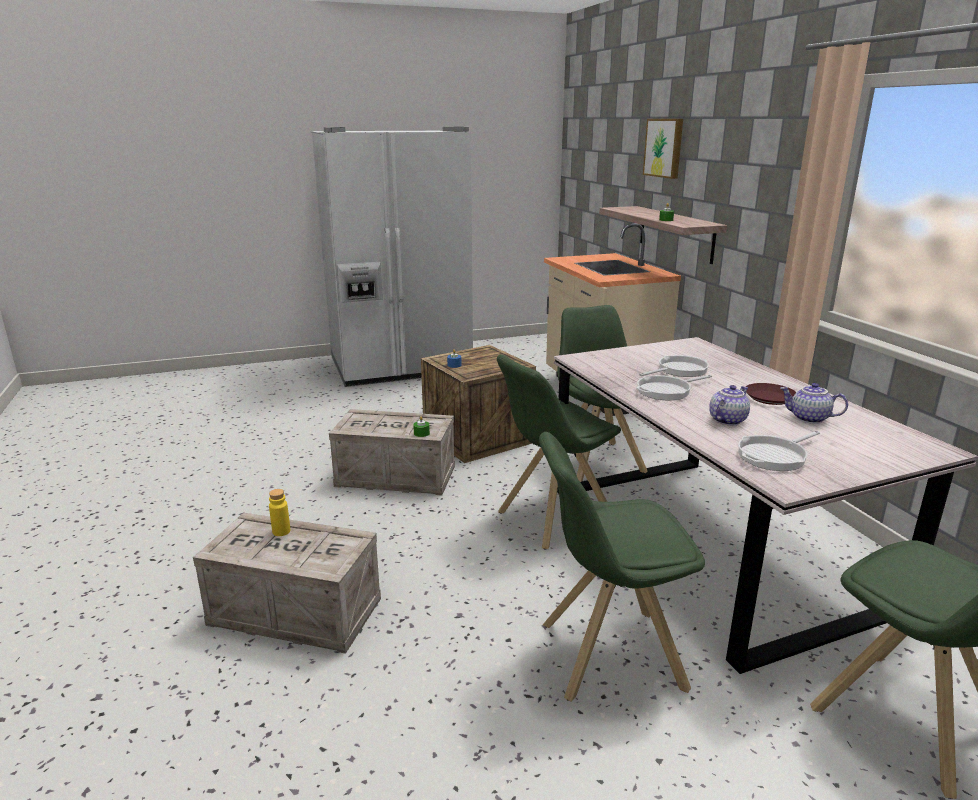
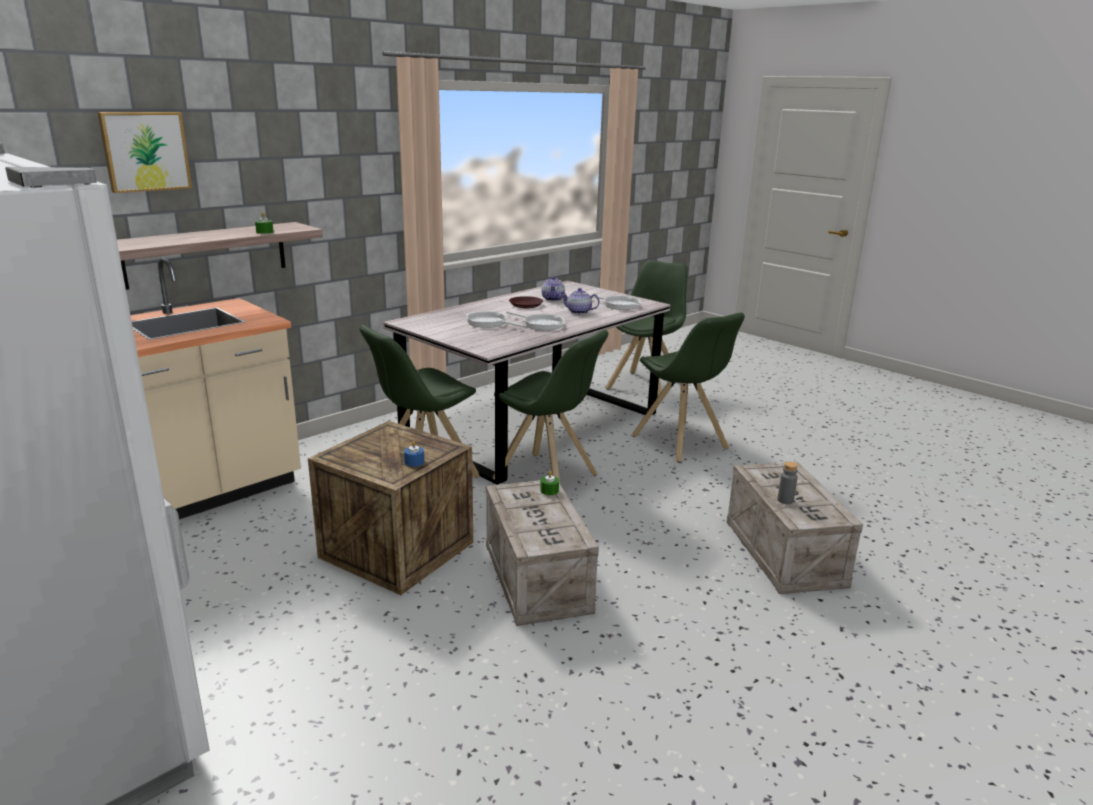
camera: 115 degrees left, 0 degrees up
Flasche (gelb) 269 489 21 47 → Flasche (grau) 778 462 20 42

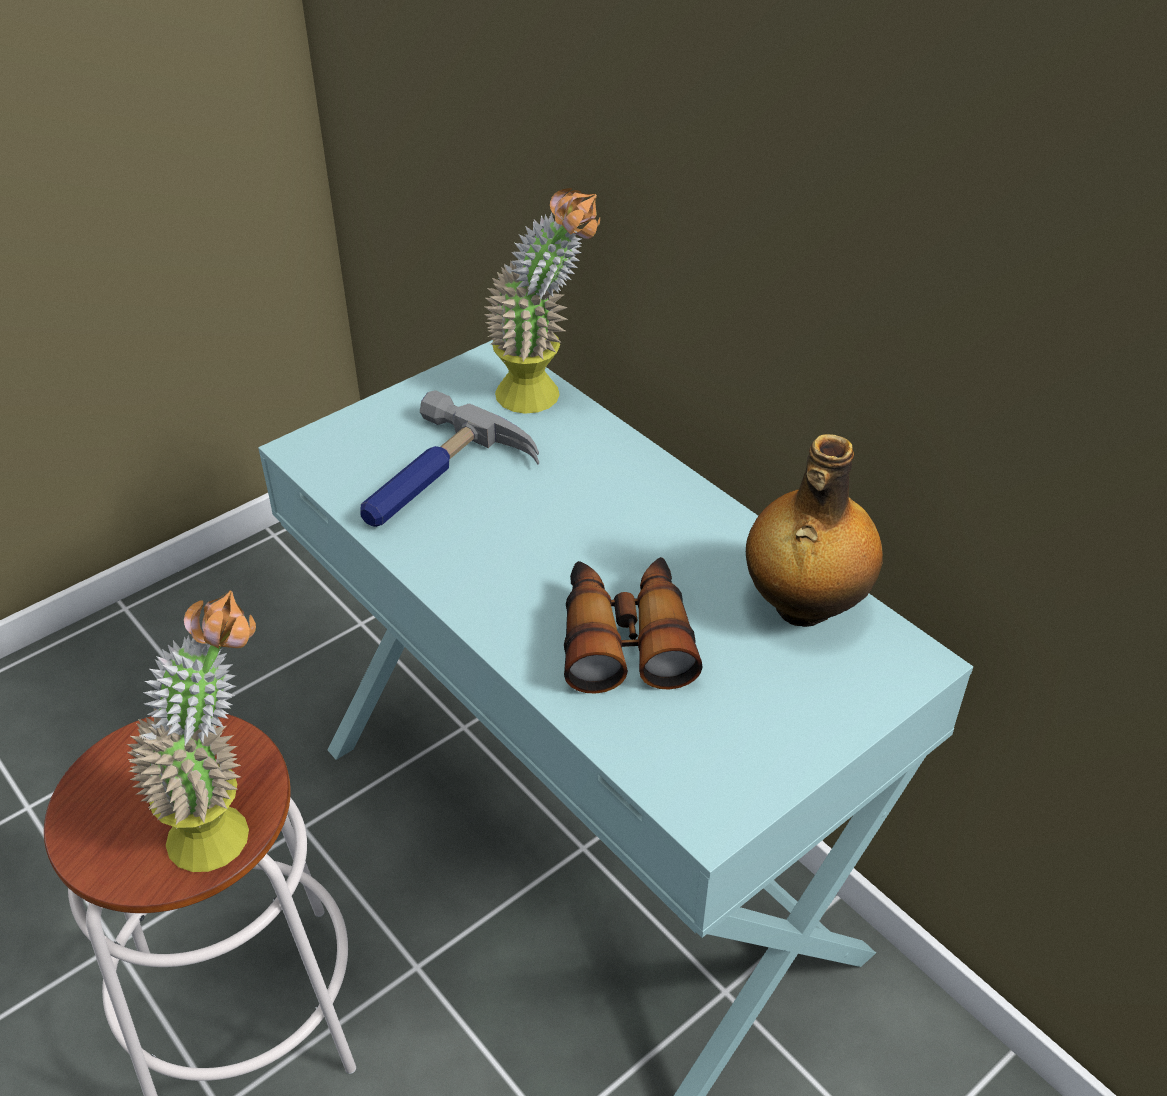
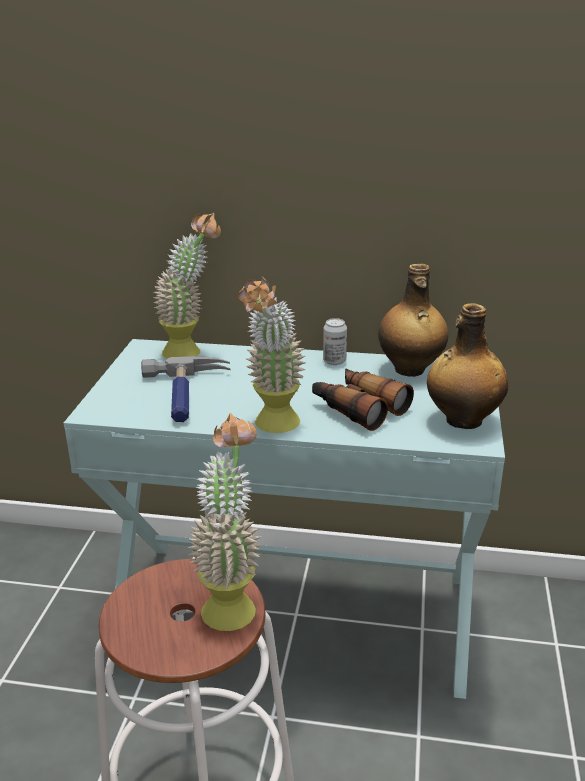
camera: 40 degrees left, 15 degrees down
- → Topfpflanze 237 277 69 156
- → Dose 323 318 24 47
- → Flasche 427 303 82 126

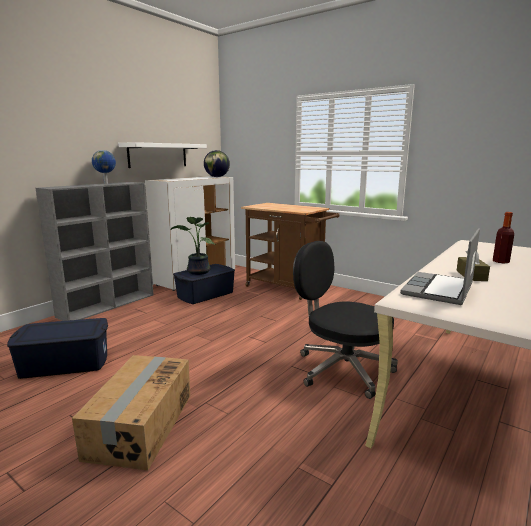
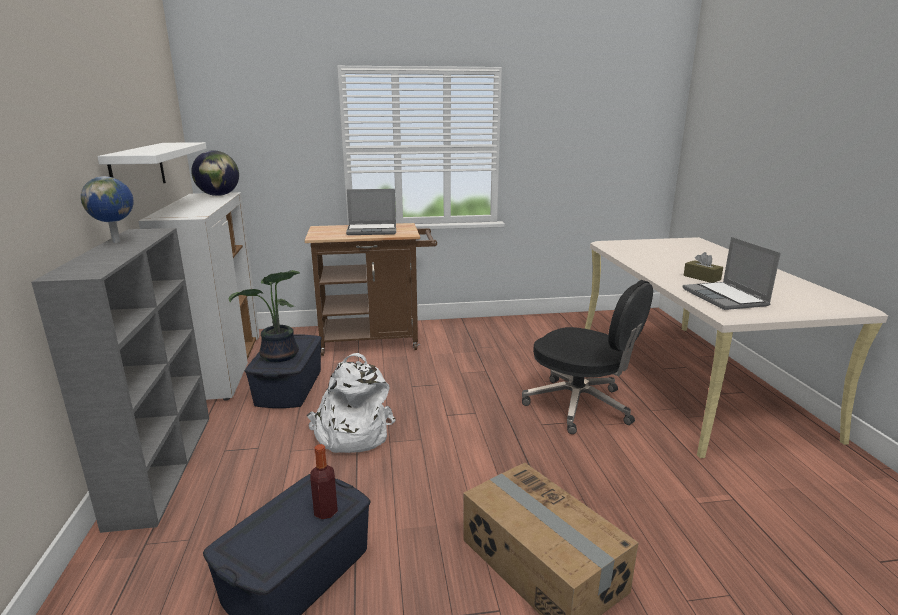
camera: 45 degrees left, 5 degrees up
- → Rucksack (weiß) 307 353 89 100
Flasche 493 212 21 51 → Flasche 310 444 28 75, relocated
- → Laptop 346 189 50 46
Bürostuhl (schwarz) 293 241 105 158 → Bürostuhl (schwarz) 522 280 131 154, 135 degrees counterclockwise

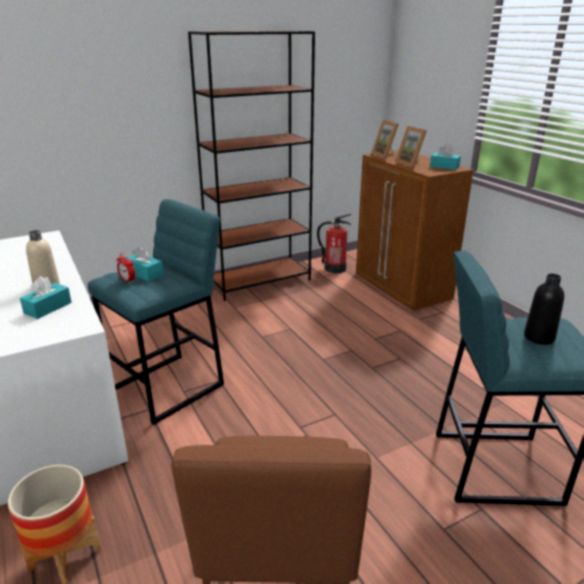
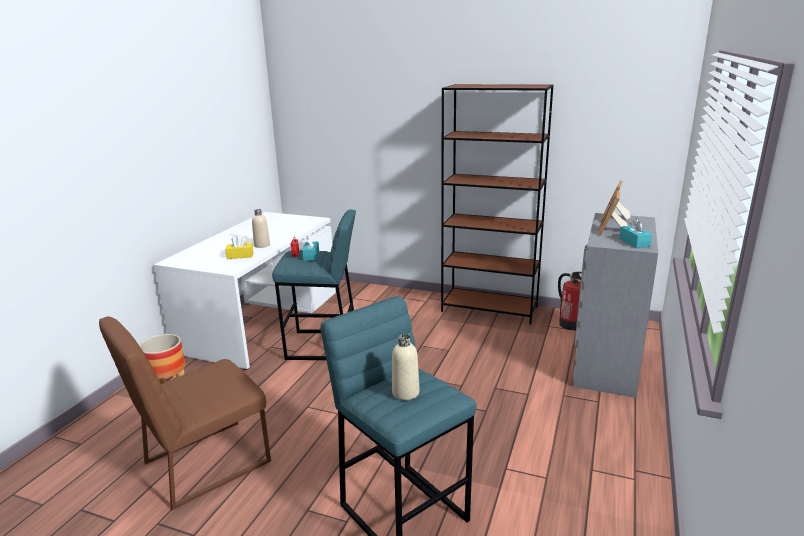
camera: 50 degrees right, 5 degrees down
Taschentuchbox (türkis) 20 276 52 43 → Taschentuchbox (gelb) 225 235 28 24
Flasche (schwarz) 524 273 40 72 → Flasche (beige) 392 334 27 66
Schrank (braun) 356 150 118 160 → Schrank (grau) 573 213 85 185

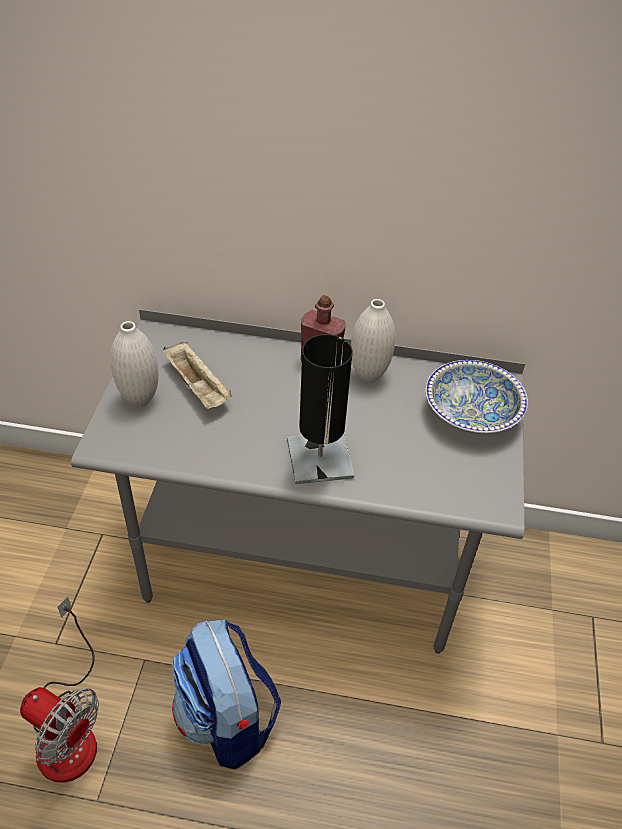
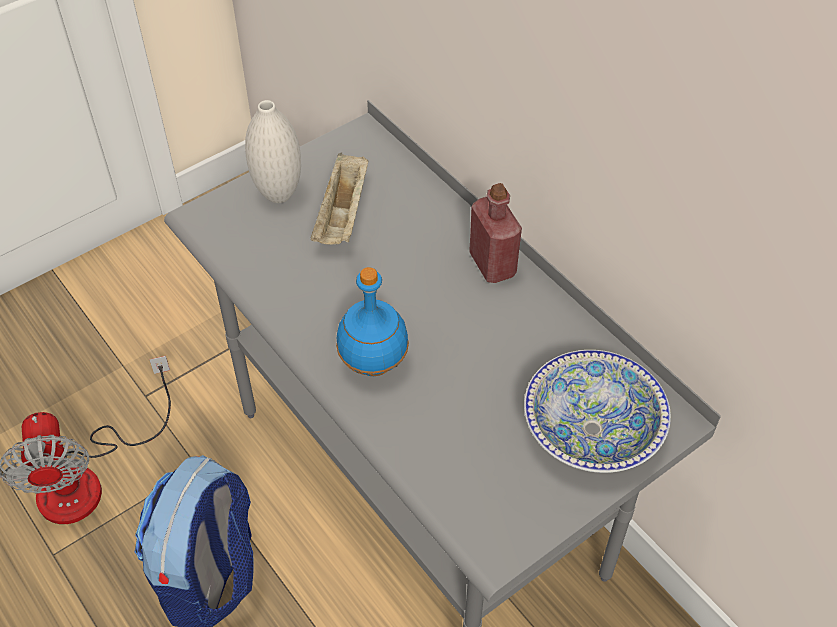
camera: 45 degrees right, 5 degrees up
Tischlampe (schwarz) 287 334 67 150 → Flasche (blau) 336 267 73 109
Vase (weiß) 351 299 44 84 → -

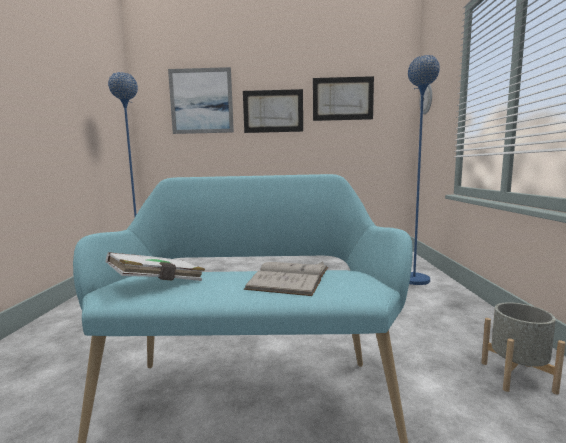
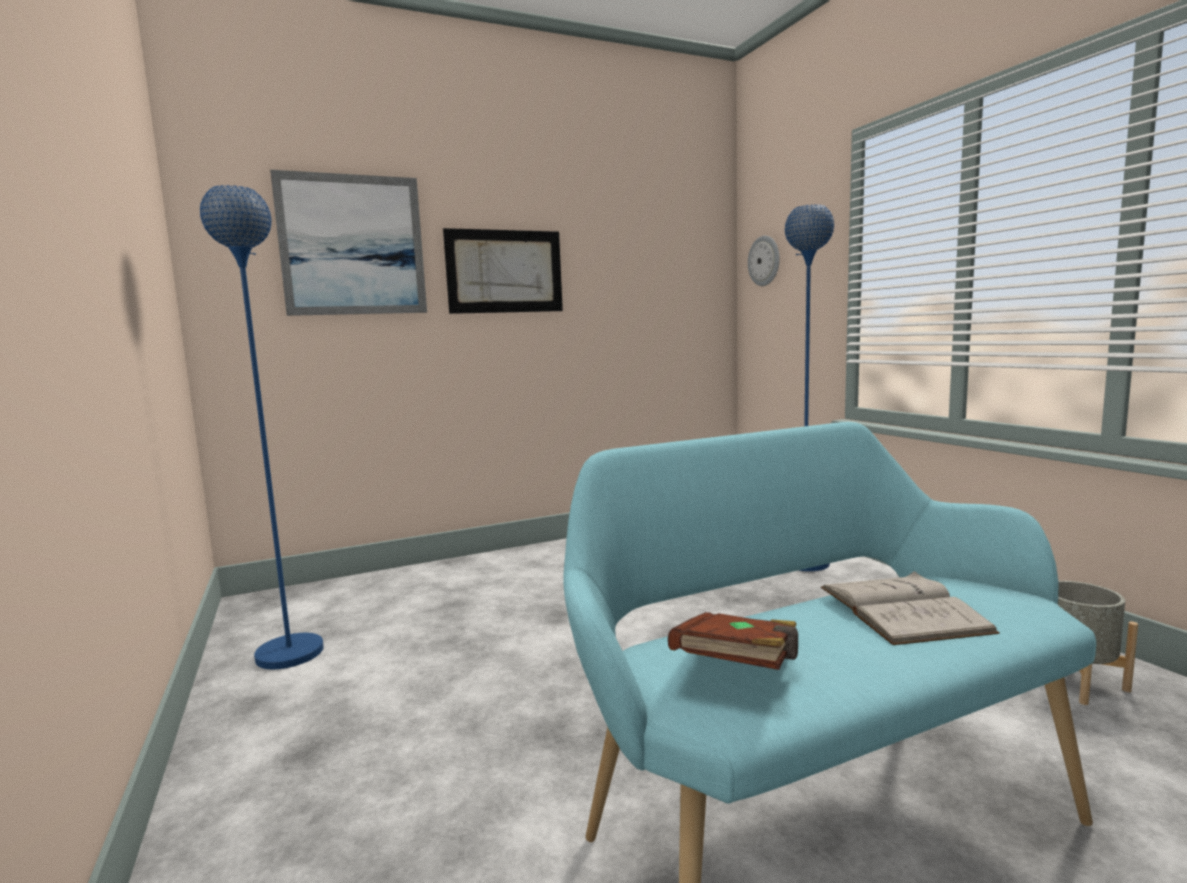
camera: 25 degrees left, 0 degrees up
Buch (weiß) 106 252 99 29 → Buch (braun) 668 612 130 58
Bild 313 76 61 45 → -

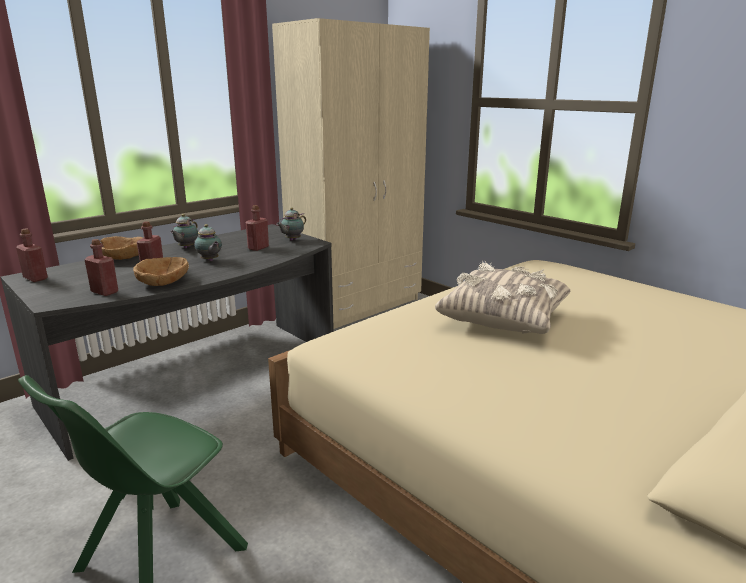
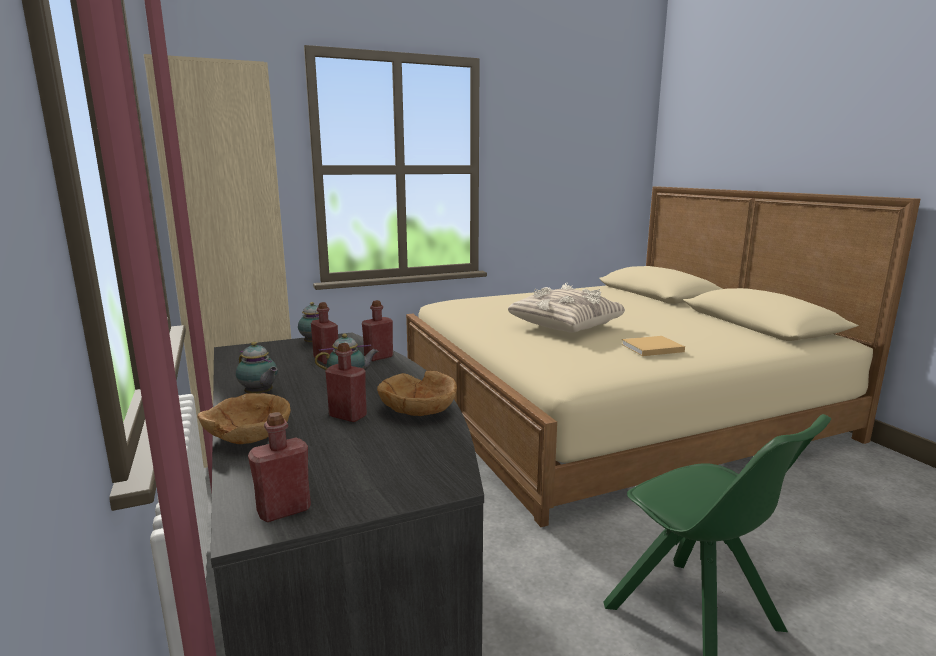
camera: 70 degrees left, 5 degrees down
Flasche (rot) 85 239 33 57 → Flasche (rot) 362 300 31 61, relocated
- → Buch (beige) 621 336 64 20

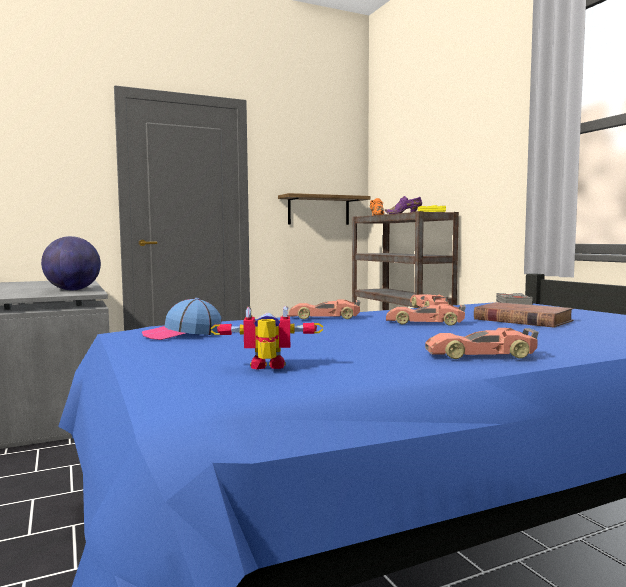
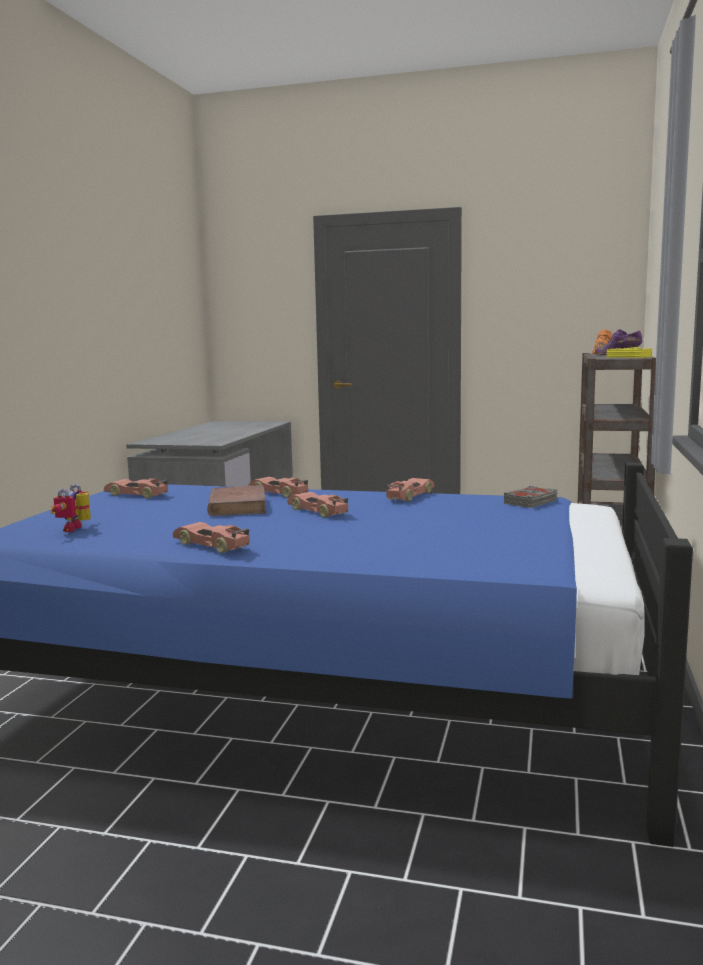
camera: 40 degrees right, 5 degrees up
Spielzeugroboter 210 306 114 63 → Spielzeugroboter 50 484 41 48, 120 degrees counterclockwise
Kappe 142 298 80 42 → Spielzeugauto 104 478 64 20
Buch (braun) 474 302 100 26 → Buch (braun) 207 486 59 30, relocated
Globus 41 236 60 54 → -
Wandregal 278 193 92 32 → -

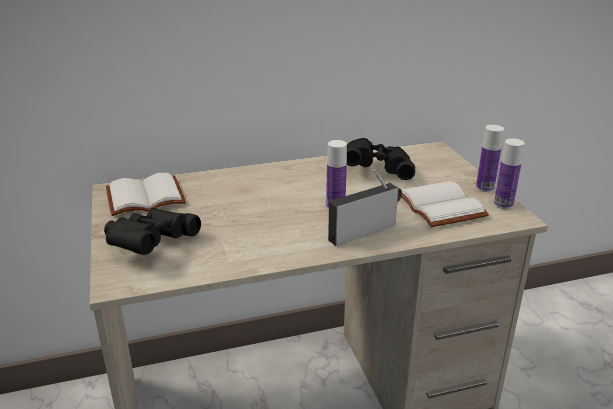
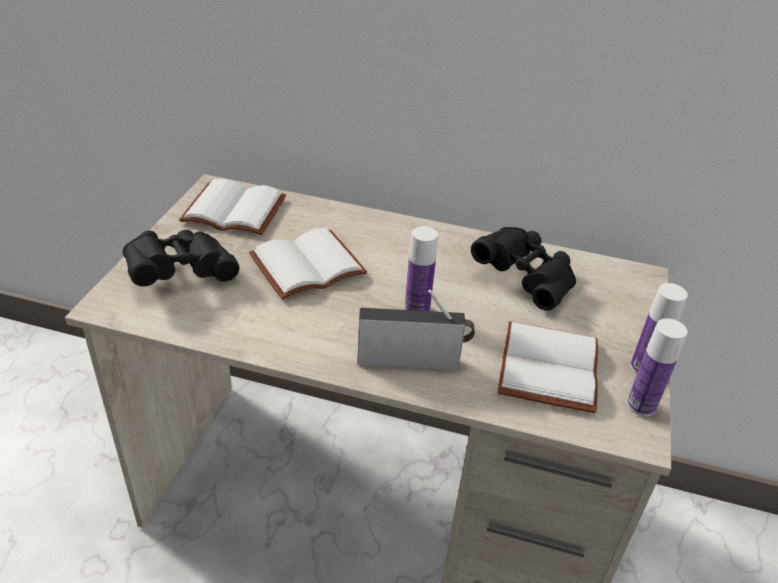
camera: 30 degrees right, 10 degrees up
- → Buch (weiß) 249 228 118 72

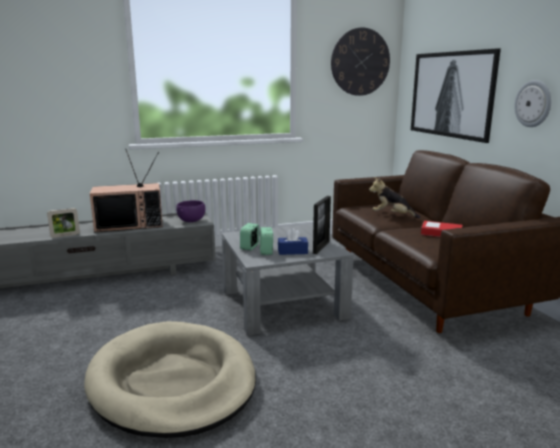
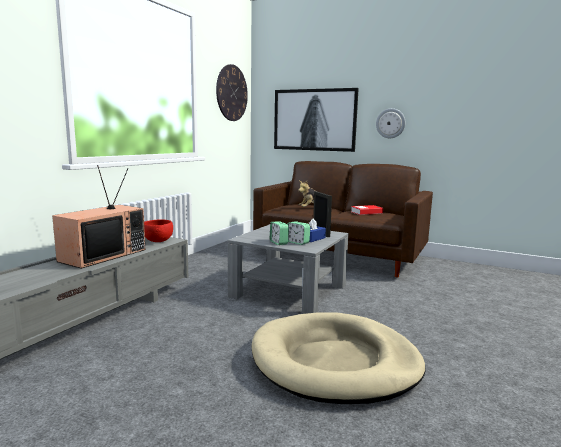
camera: 45 degrees left, 5 degrees down
Schüssel (lila) 176 200 30 22 → Schüssel (rot) 144 220 29 22
Bilderrahmen 47 208 33 30 → -

